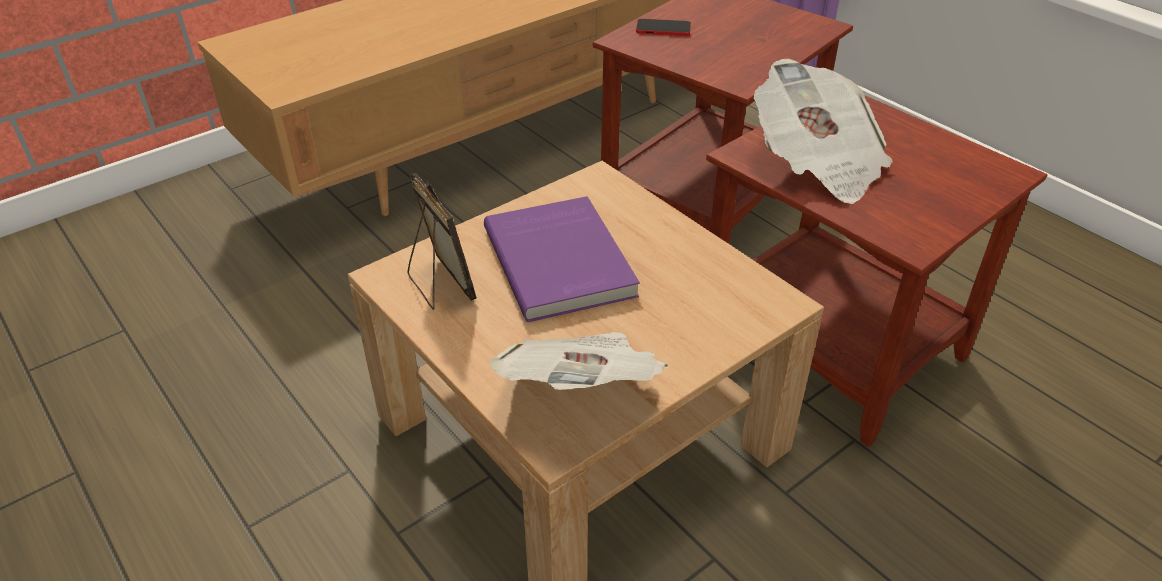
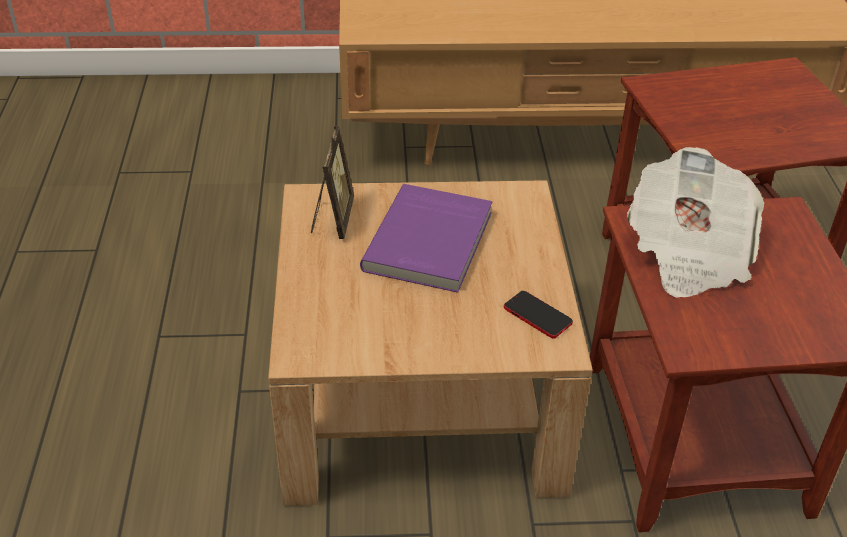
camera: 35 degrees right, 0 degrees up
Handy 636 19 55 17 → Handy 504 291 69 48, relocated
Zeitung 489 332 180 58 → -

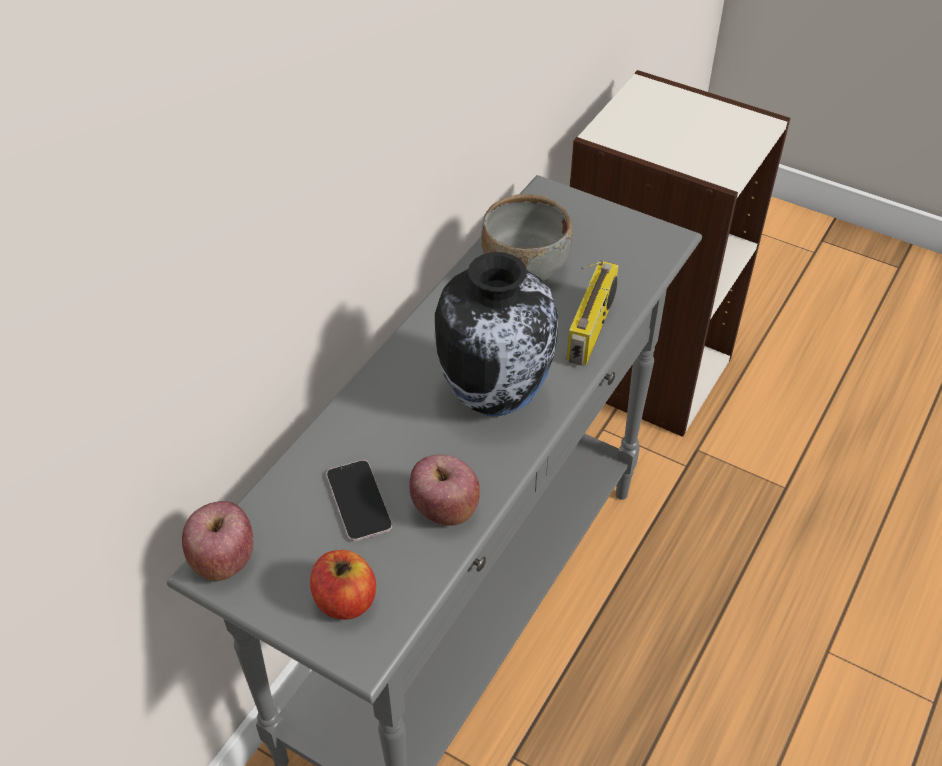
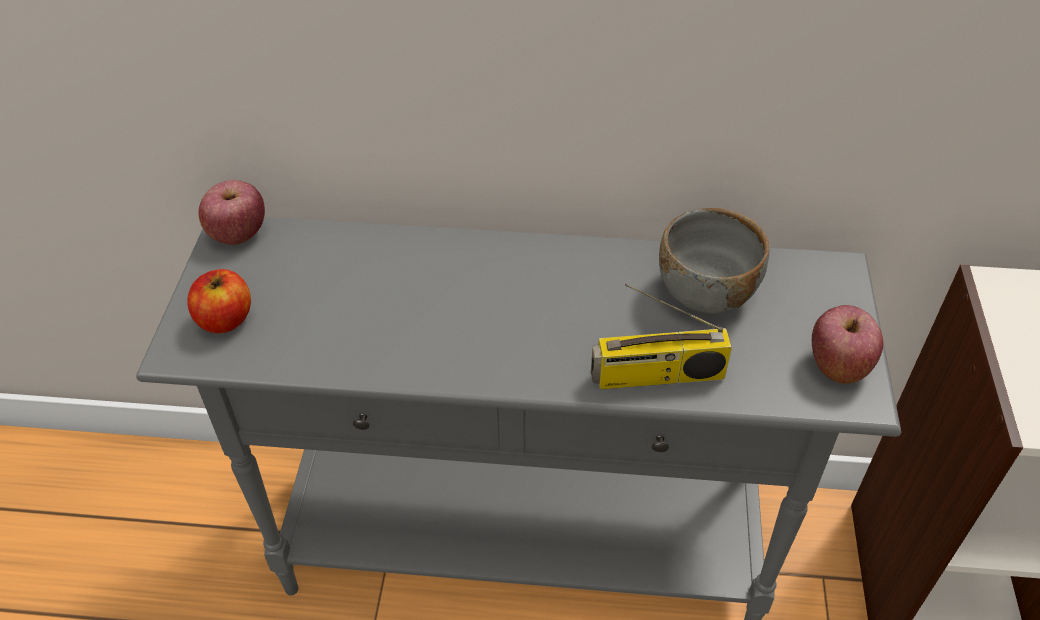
camera: 65 degrees right, 0 degrees up
Apfel 409 455 71 71 → Apfel 812 305 71 79, relocated
Handy 326 460 66 81 → -
Vase 435 252 123 164 → -

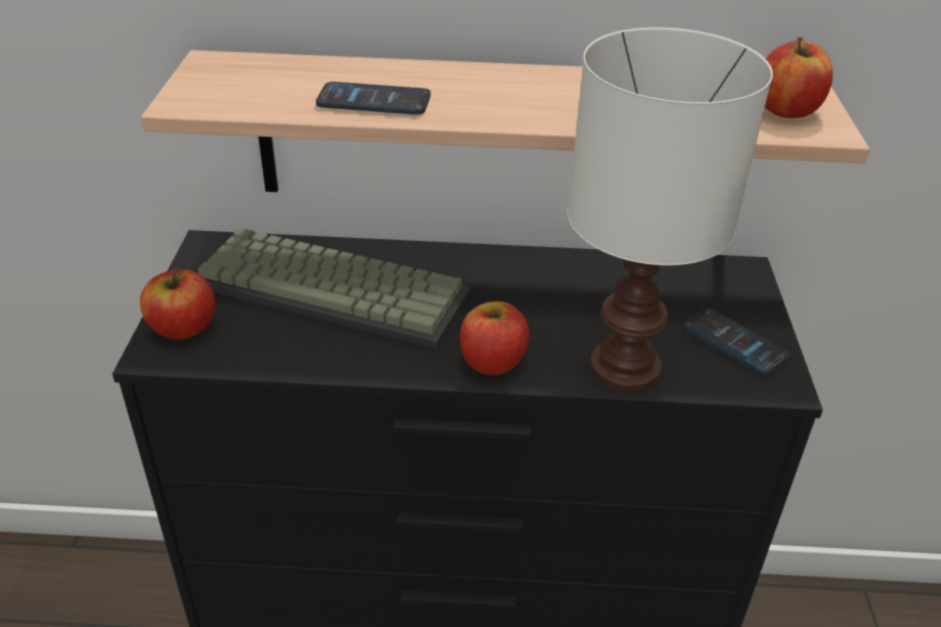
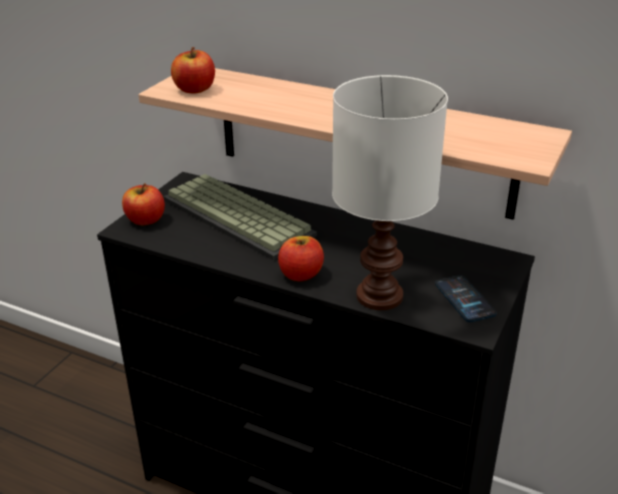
camera: 25 degrees right, 5 degrees down
Apfel 765 37 68 81 → Apfel 171 47 44 46, relocated
Handy 316 82 115 33 → -

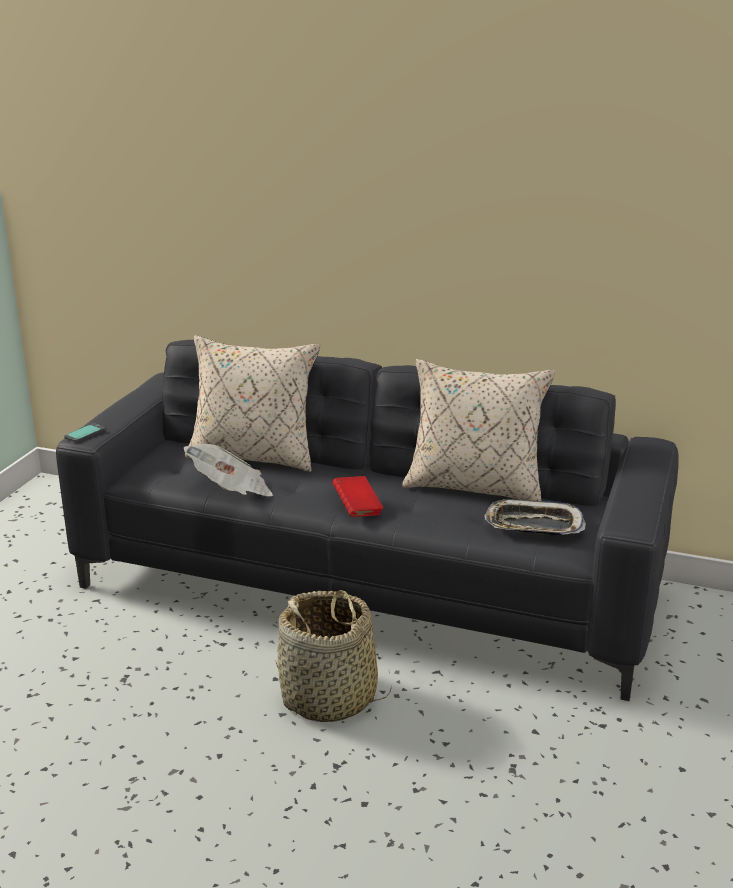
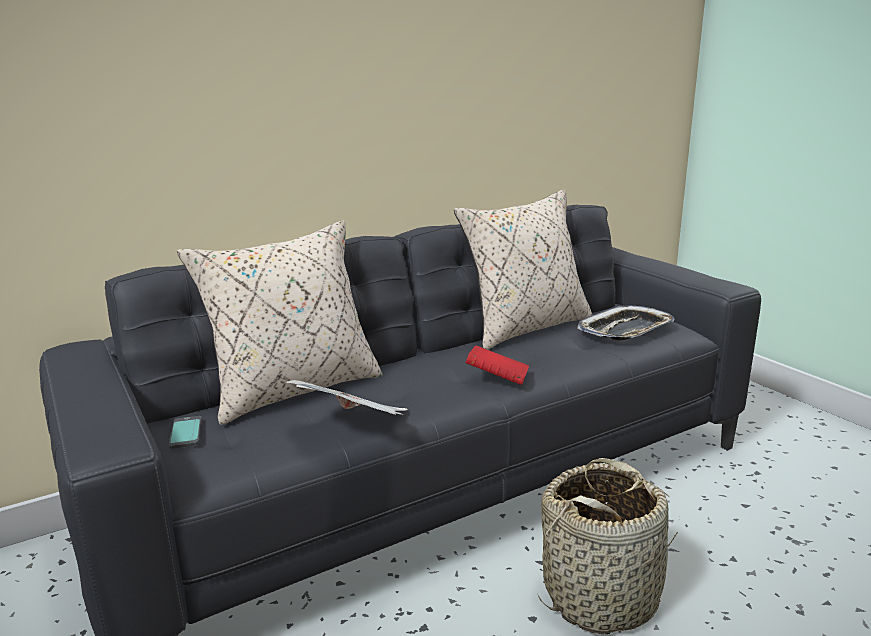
camera: 50 degrees left, 5 degrees down
Handy 64 423 42 20 → Handy 169 416 33 33, relocated

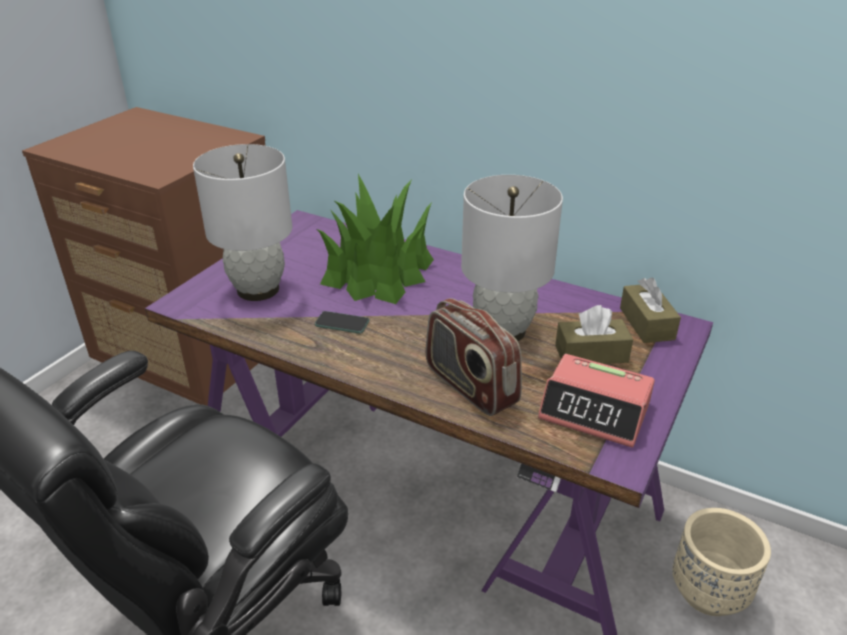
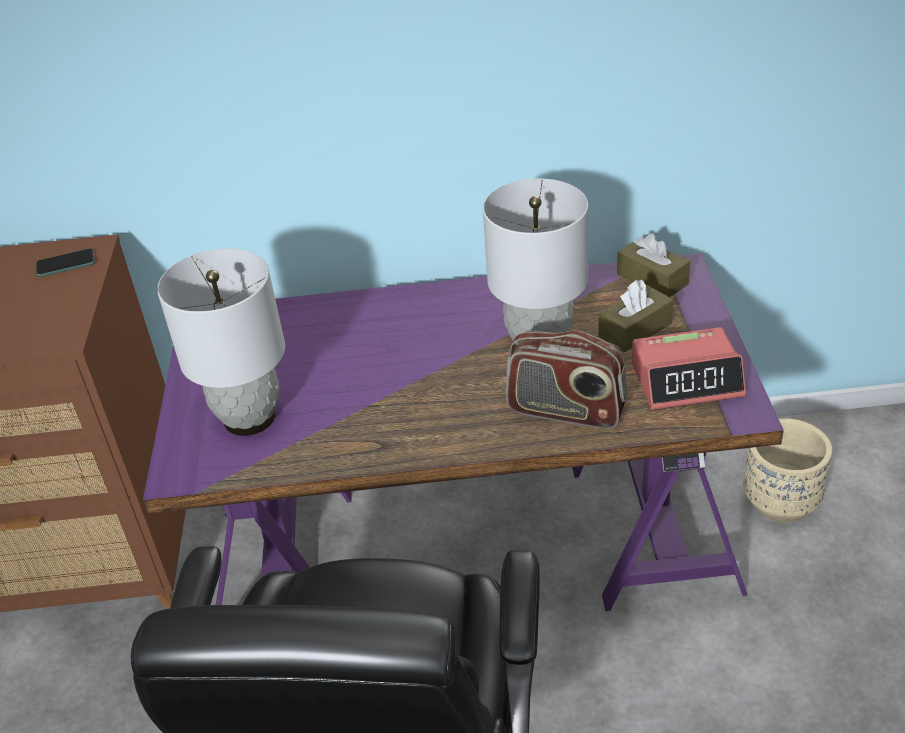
camera: 30 degrees left, 5 degrees up
Handy 315 311 55 23 → Handy 36 248 59 29, relocated
Topfpflanze 317 174 117 130 → -

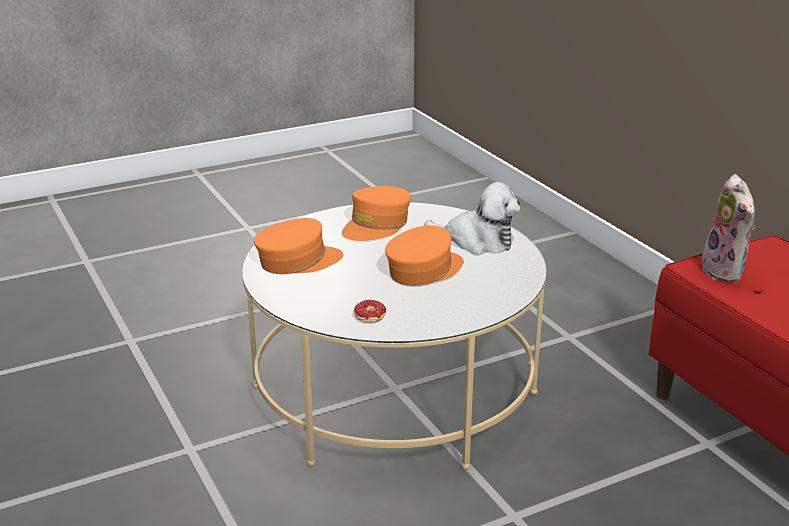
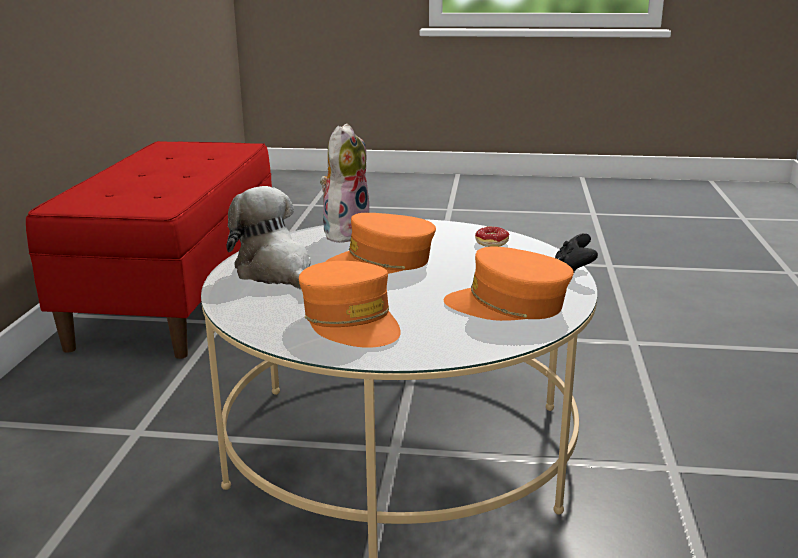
camera: 145 degrees left, 5 degrees down
Kappe (orange) 342 186 69 55 → Kappe (orange) 299 261 102 87, 75 degrees clockwise
Plüschtier 702 174 53 108 → Plüschtier 320 123 49 120, relocated
- → Gamepad (schwarz) 555 233 43 41

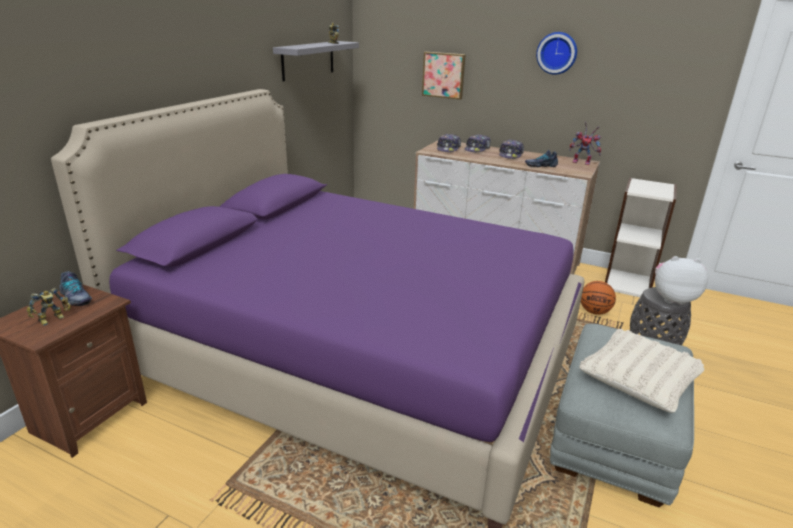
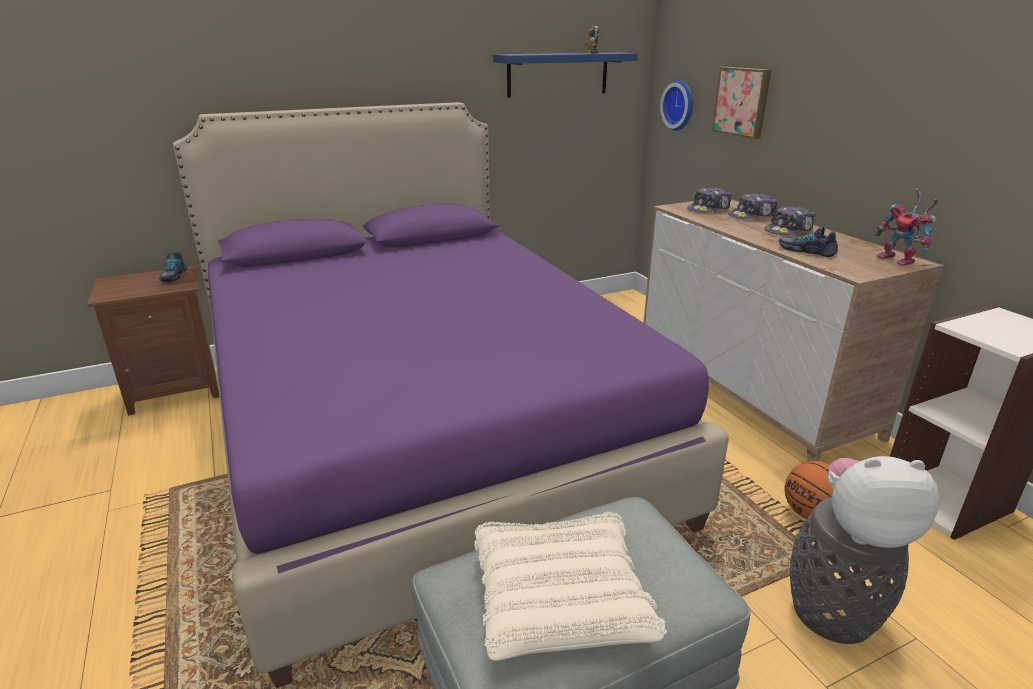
camera: 40 degrees right, 0 degrees up
Wandregal (grau) 273 41 86 41 → Wandregal (blau) 493 52 145 45
Wanduhr 536 32 41 43 → Wanduhr 660 80 33 51, relocated
Plüschtier 655 256 53 49 → Plüschtier 828 456 111 92, 45 degrees counterclockwise
Spielzeugroboter 26 288 45 38 → -

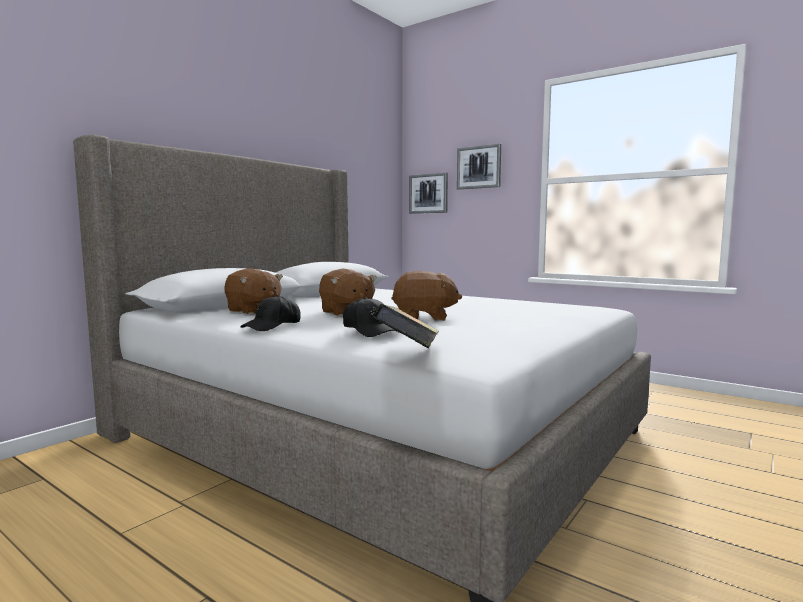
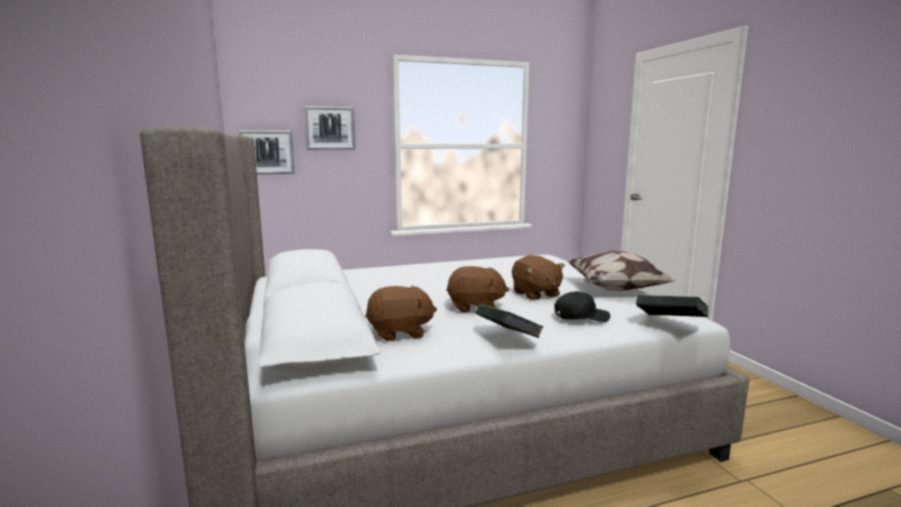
camera: 55 degrees left, 5 degrees up
Kappe (schwarz) 240 295 61 36 → Buch 475 303 68 35
Plüschtier (braun) 391 271 71 50 → Plüschtier (braun) 512 255 53 45, 120 degrees clockwise
- → Kissen 568 249 107 42

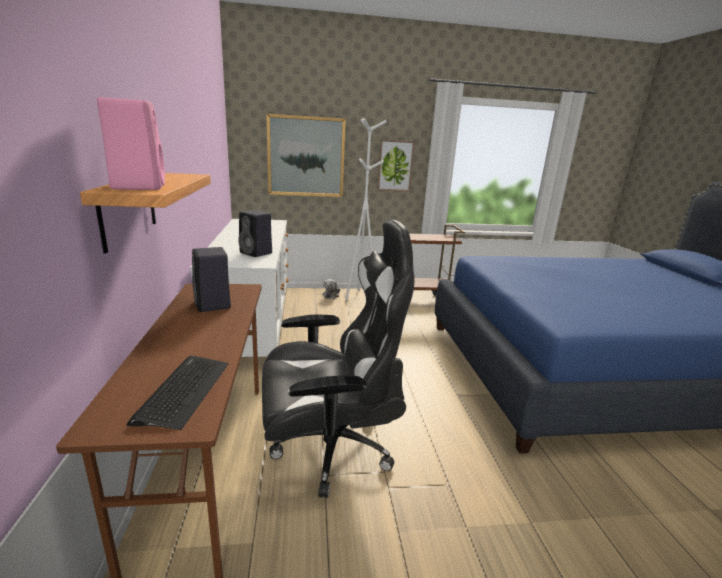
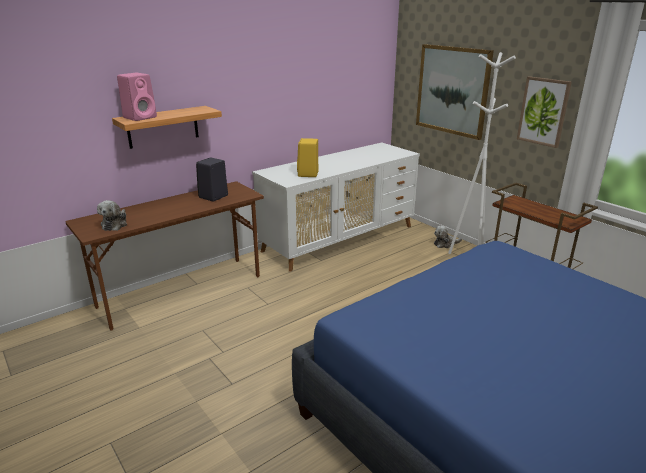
camera: 60 degrees right, 5 degrees up
Tastatur 127 356 102 74 → Plüschtier 97 200 30 31
Lautsprecher (schwarz) 238 210 34 47 → Lautsprecher (gelb) 297 138 22 39
Bürostuhl (schwarz) 262 219 152 279 → -

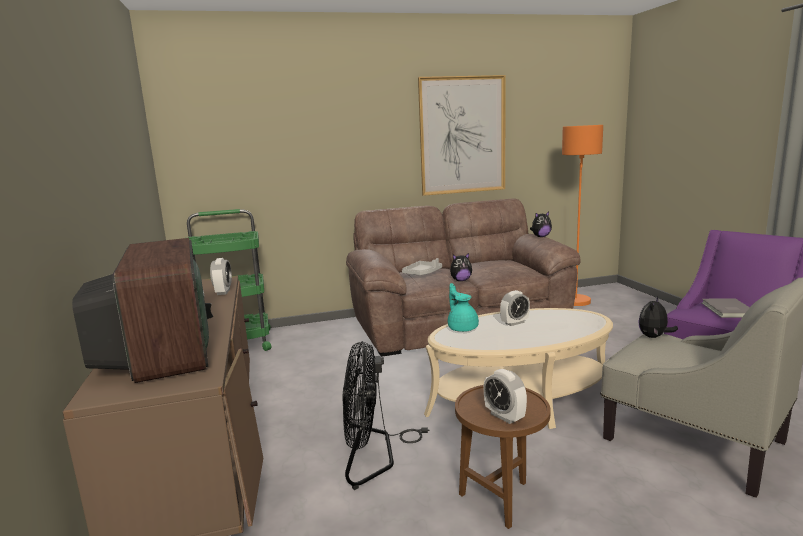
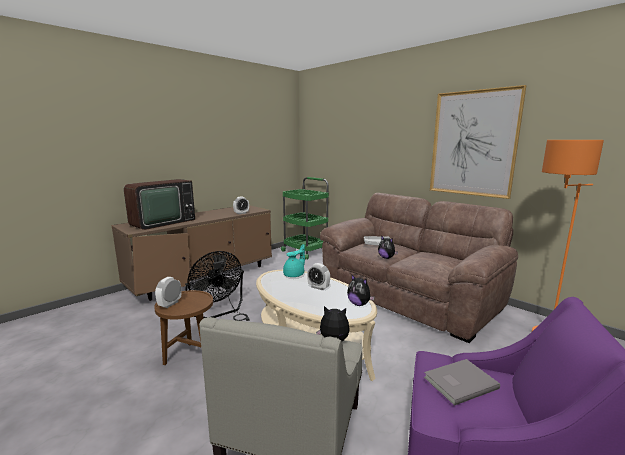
camera: 60 degrees right, 0 degrees up
Plüschtier 530 212 22 25 → Plüschtier 347 275 28 31, relocated

